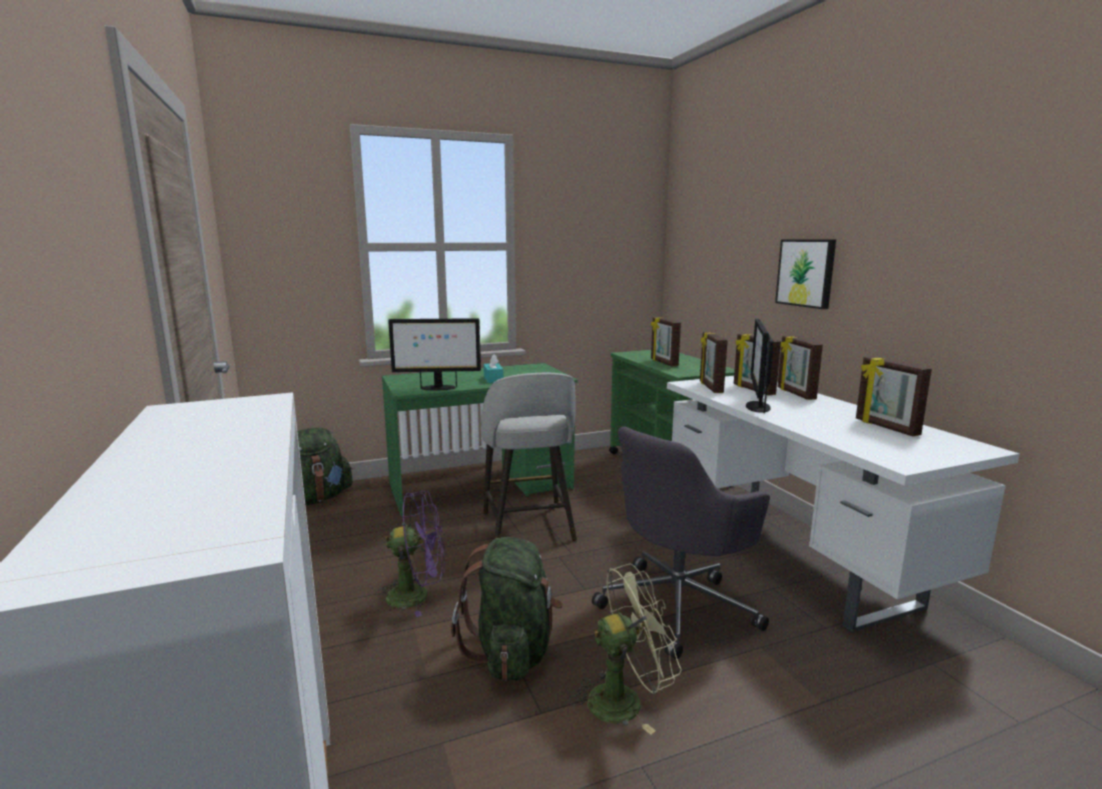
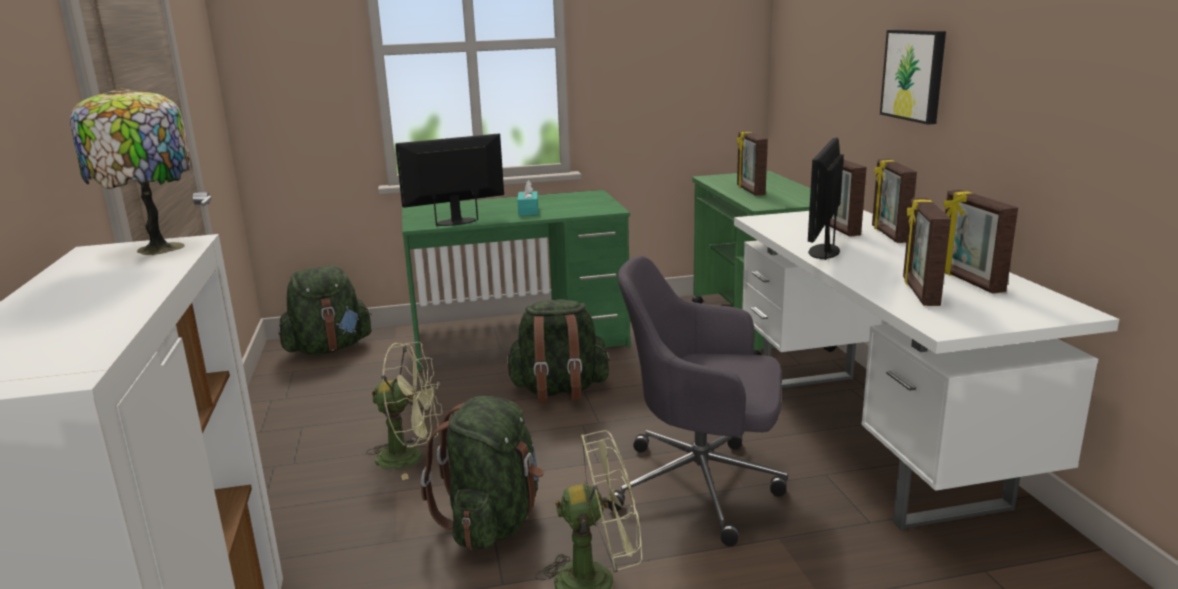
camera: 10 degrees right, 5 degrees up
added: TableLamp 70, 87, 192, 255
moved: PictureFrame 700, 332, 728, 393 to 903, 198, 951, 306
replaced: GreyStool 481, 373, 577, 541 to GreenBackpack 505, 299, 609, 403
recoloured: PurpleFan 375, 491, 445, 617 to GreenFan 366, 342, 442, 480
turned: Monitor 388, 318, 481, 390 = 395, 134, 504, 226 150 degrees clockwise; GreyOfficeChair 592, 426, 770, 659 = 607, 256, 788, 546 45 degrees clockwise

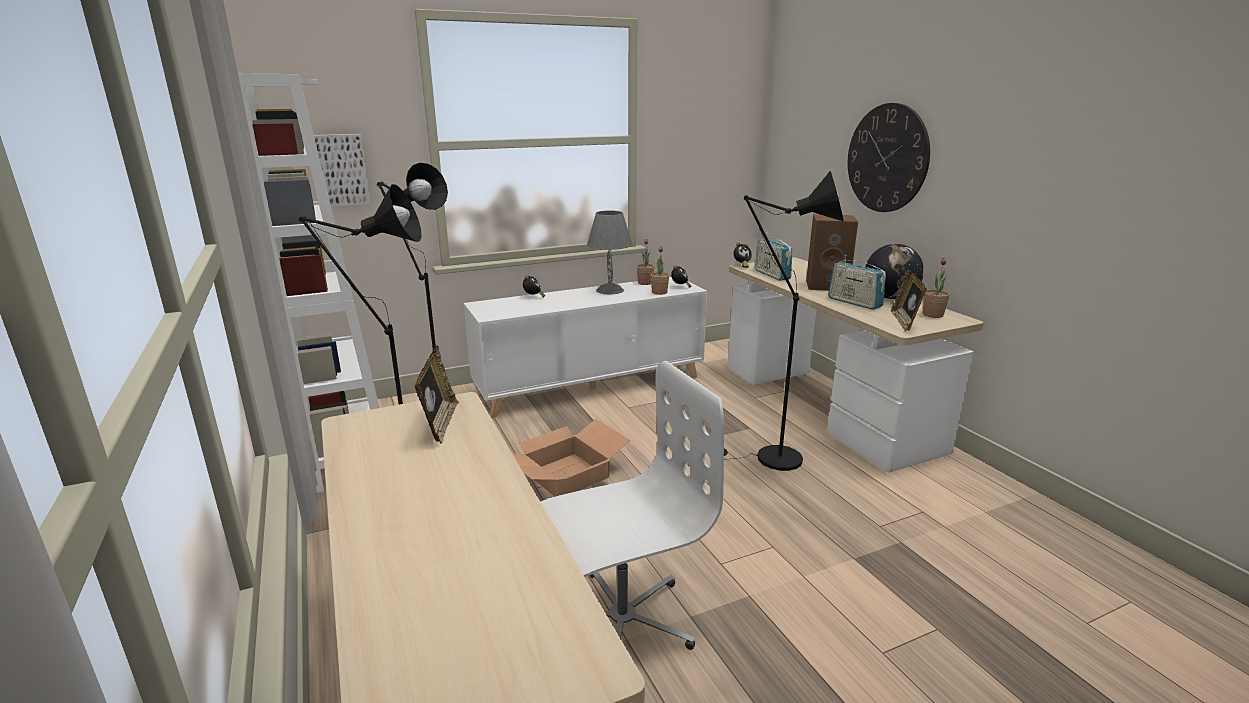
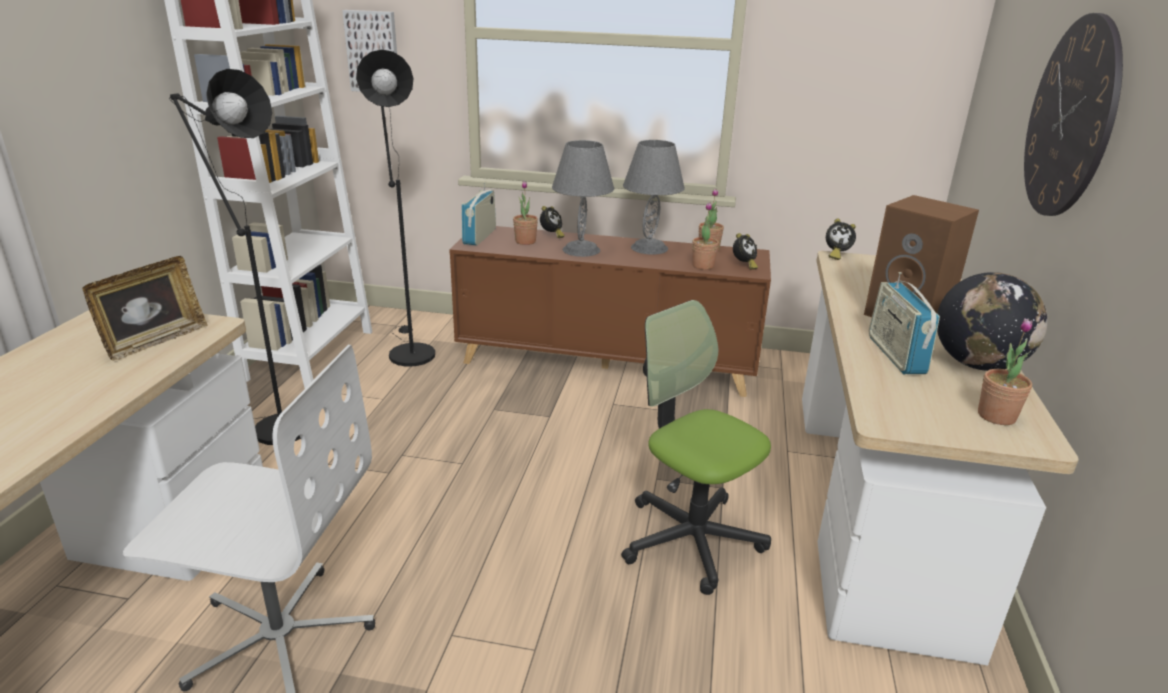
camera: 35 degrees right, 5 degrees up
removed: CardboardBox 513, 419, 630, 497; PictureFrame 891, 269, 927, 331
added: PottedPlant 513, 181, 538, 245; GreyTableLamp 552, 140, 614, 257
moved: Radio 755, 233, 793, 281 to 462, 182, 496, 246
replaced: BlackFloorLamp 724, 171, 844, 471 to OfficeChair 621, 300, 771, 595
recoloured: WhiteCabinet 464, 277, 707, 418 to BrownCabinet 449, 226, 771, 397

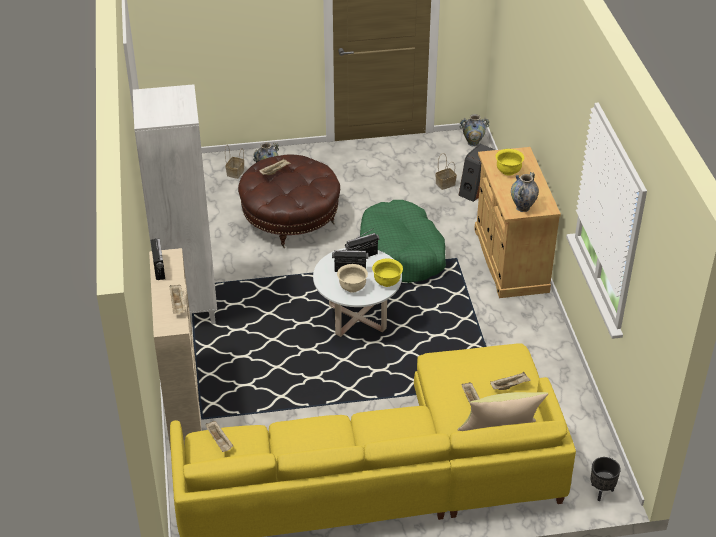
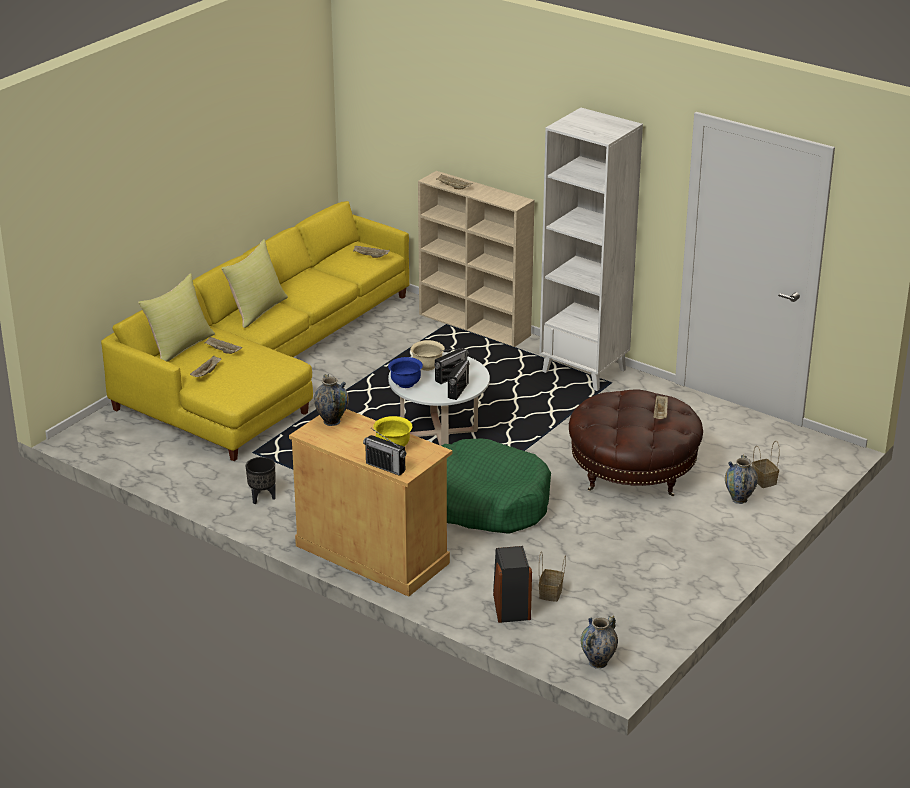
camera: 135 degrees right, 10 degrees down
added: YellowPillow 221, 239, 288, 328
moved: BlackPlanter 591, 457, 621, 501 to 246, 457, 276, 504; Radio 151, 238, 165, 280 to 363, 428, 406, 476
recoloured: YellowBowl 372, 259, 403, 287 to BlueBowl 388, 357, 423, 388

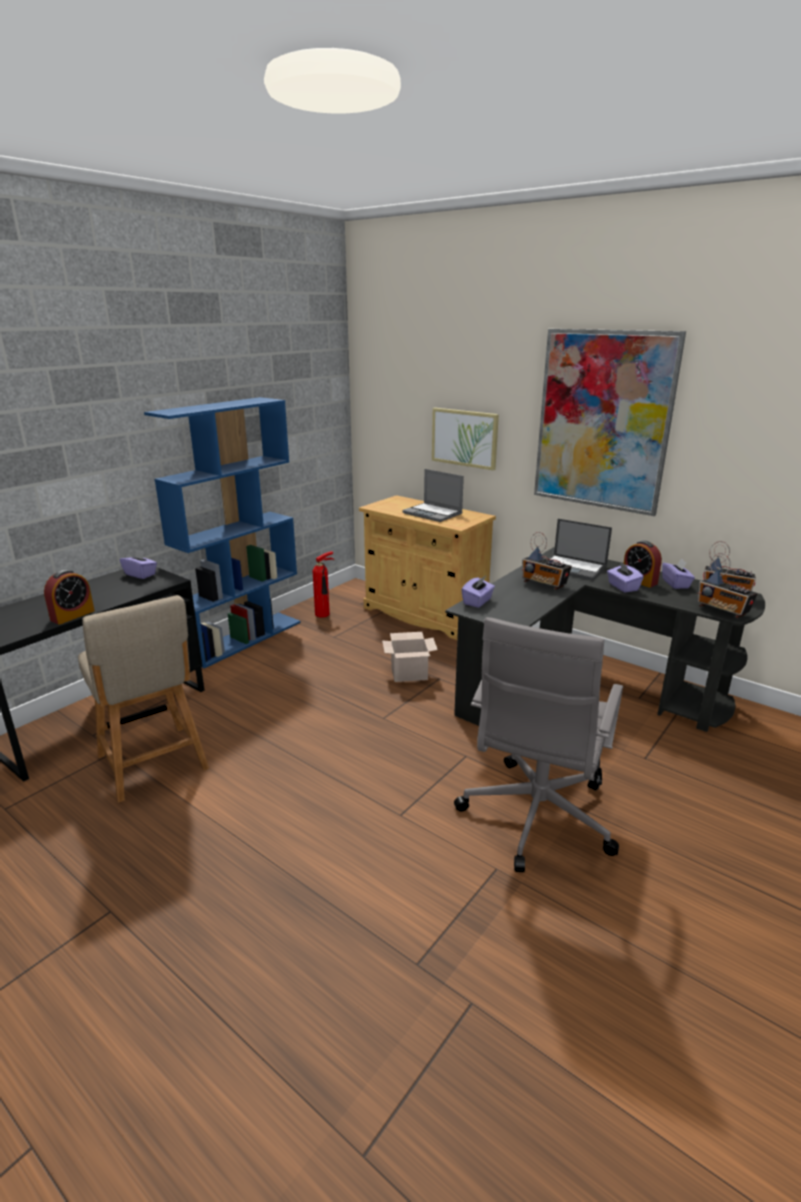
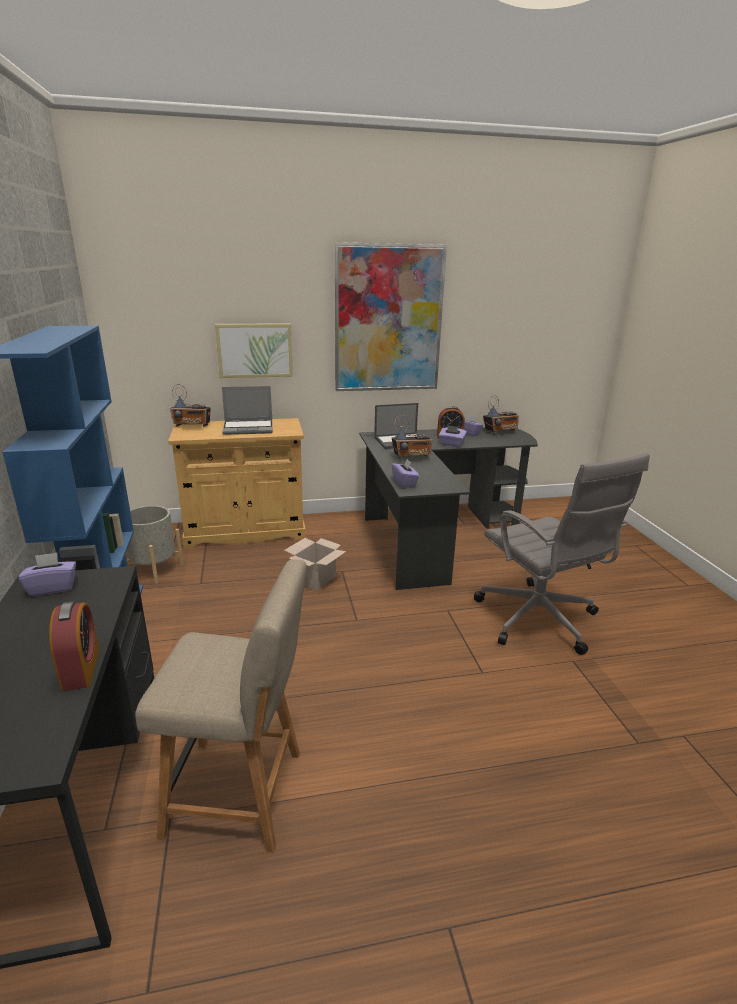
camera: 50 degrees left, 0 degrees up
moved: Radio 697, 553, 758, 618 to 170, 384, 211, 427
replaced: FireExtinguisher 313, 551, 334, 618 to GreyPlanter 127, 506, 184, 584

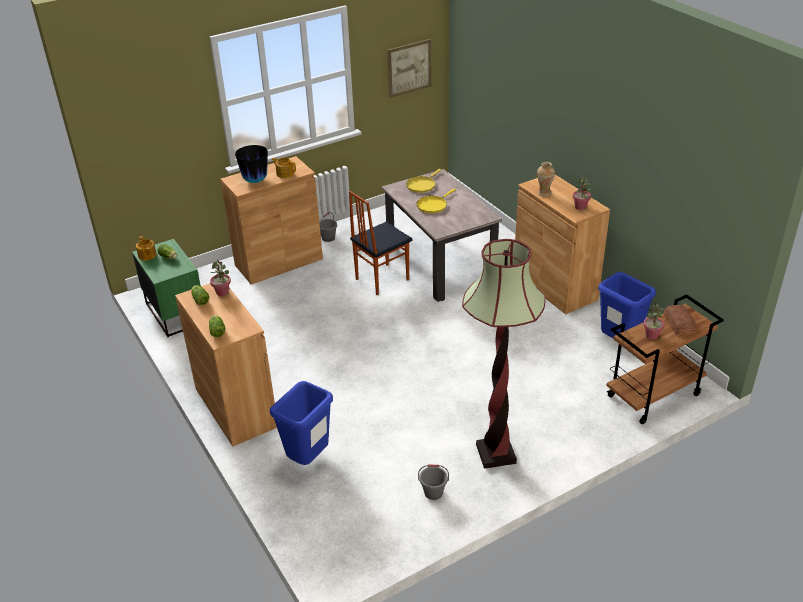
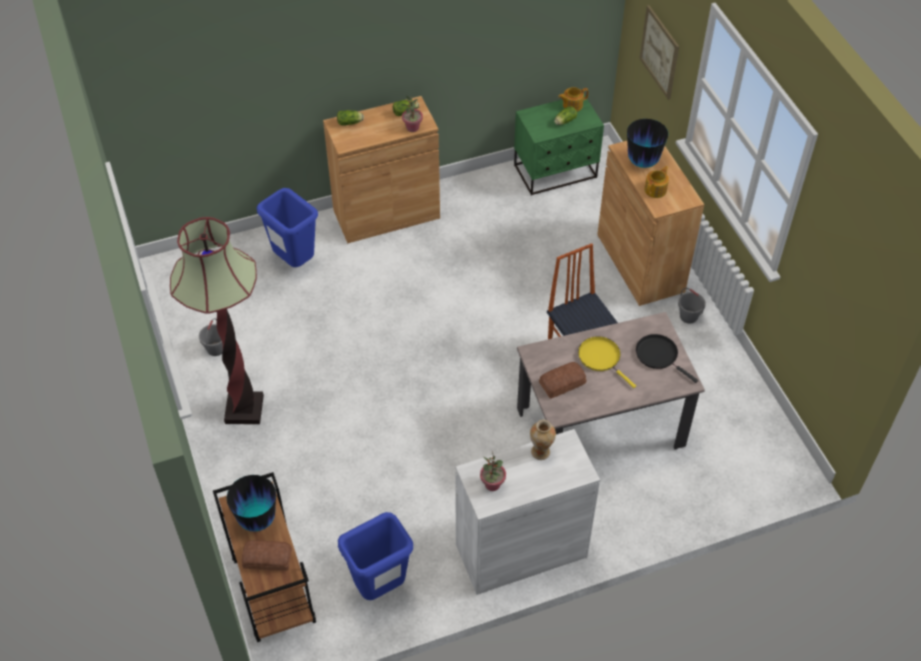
camera: 100 degrees right, 15 degrees up
added: Bread 539, 362, 587, 399
moved: Picture 387, 39, 432, 98 to 639, 5, 679, 100
replaced: PottedPlant 643, 302, 665, 340 to Vase 227, 475, 276, 532
recoloured: BrownCabinet 515, 175, 610, 315 to WhiteCabinet 455, 429, 600, 595; YellowFryingPan 406, 169, 441, 193 to BlackFryingPan 636, 334, 698, 383

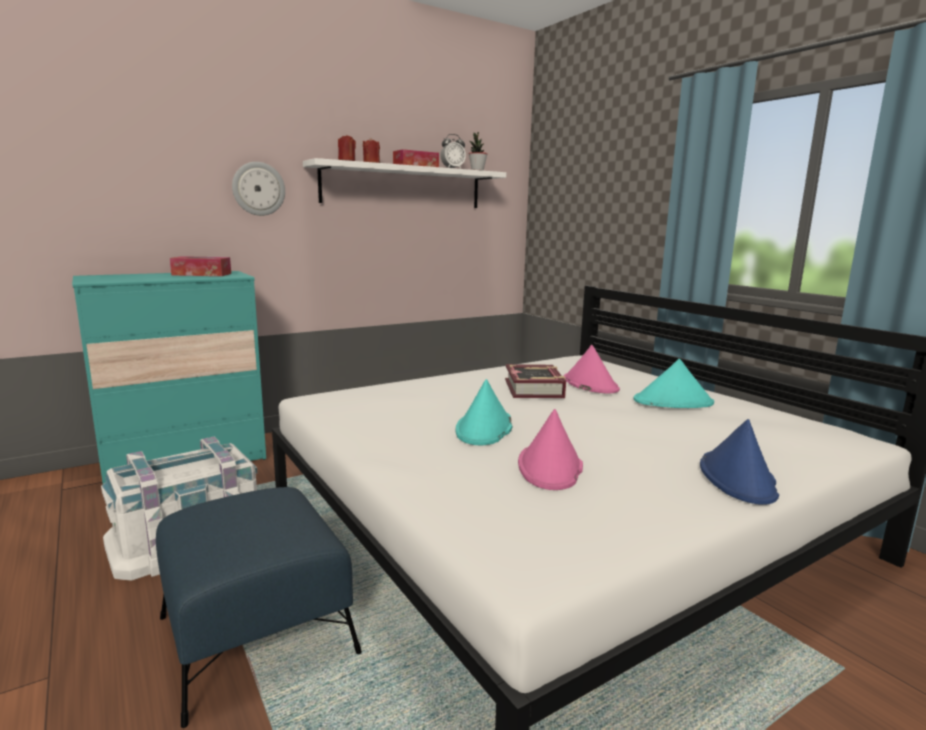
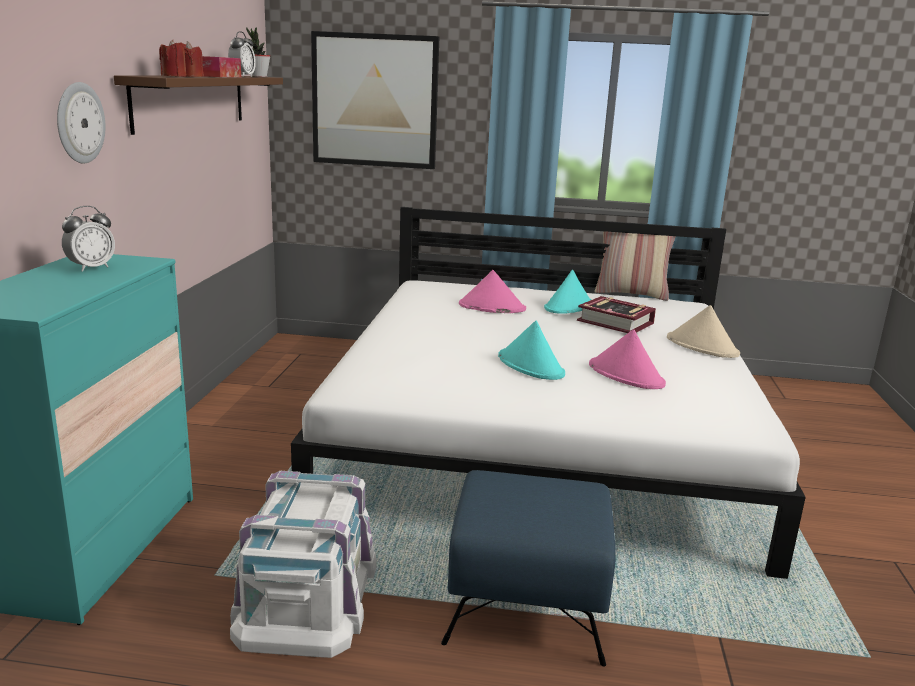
camera: 50 degrees left, 5 degrees up
added: Picture 311, 31, 439, 169; Pillow 594, 231, 676, 301
moved: Book 505, 364, 566, 398 to 577, 296, 656, 333
replaced: TissueBox 170, 256, 231, 276 to AlarmClock 62, 206, 115, 272
recoloured: WhiteShelf 303, 158, 506, 208 to BrownShelf 114, 75, 283, 135; BlueHat 700, 419, 779, 505 to BeigeHat 667, 305, 740, 358

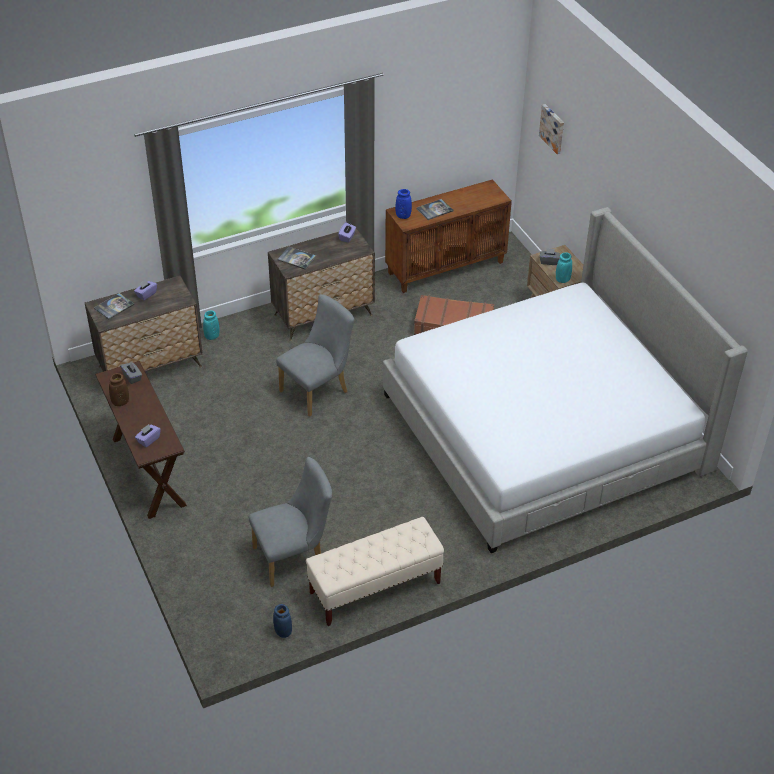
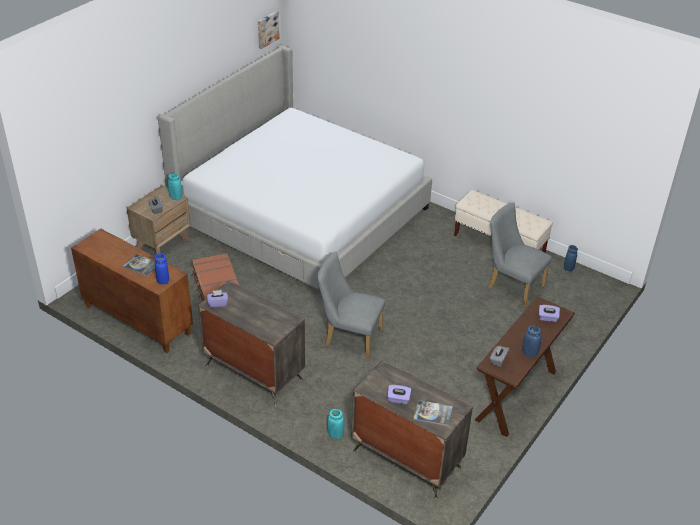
camera: 120 degrees left, 5 degrees down
removed: Book 278, 246, 316, 270
moved: Picture 539, 104, 564, 154 to 258, 11, 280, 49
recoloured: BrownVase 109, 373, 129, 406 to BlueVase 522, 325, 541, 357

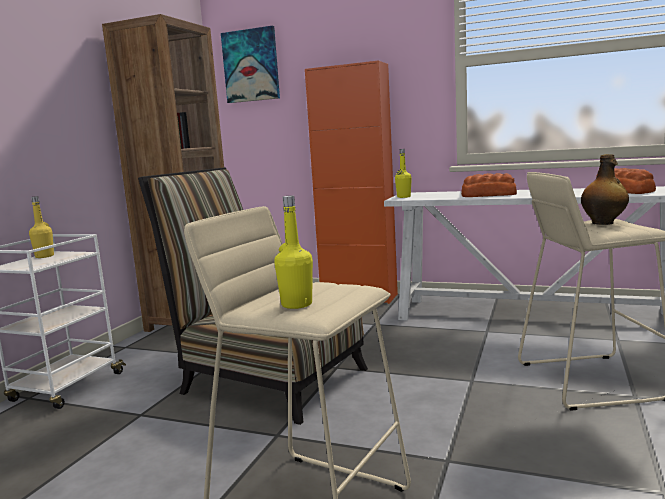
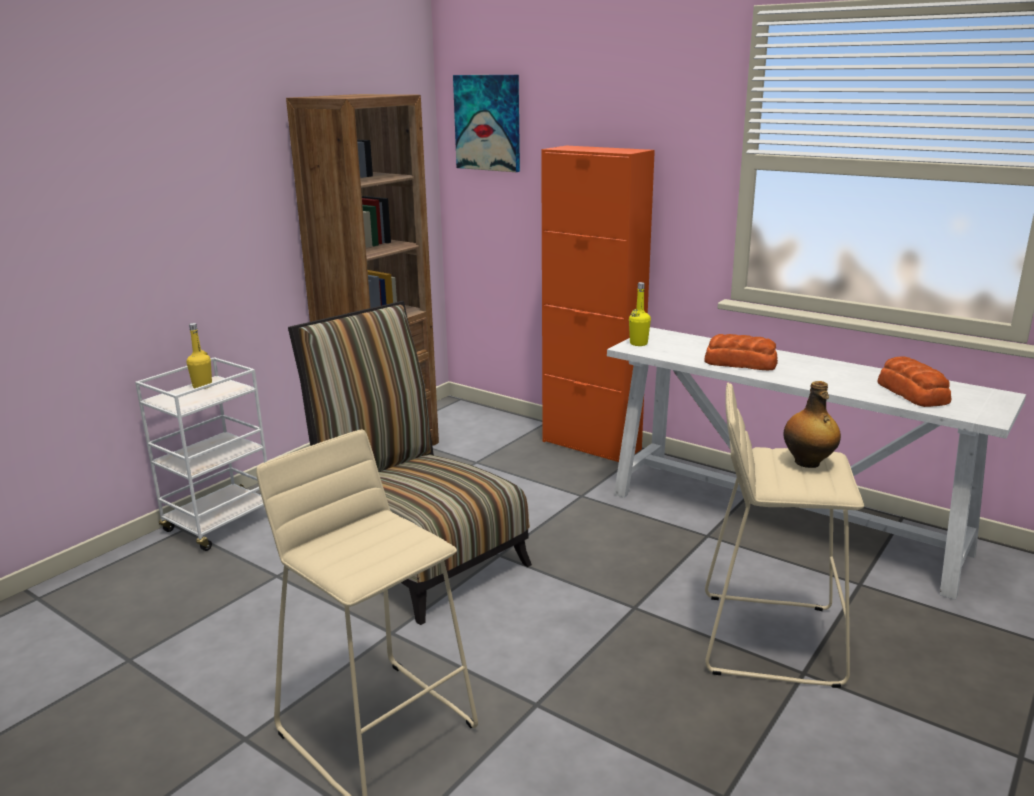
camera: 15 degrees right, 10 degrees up
removed: YellowBottle 274, 196, 313, 309

